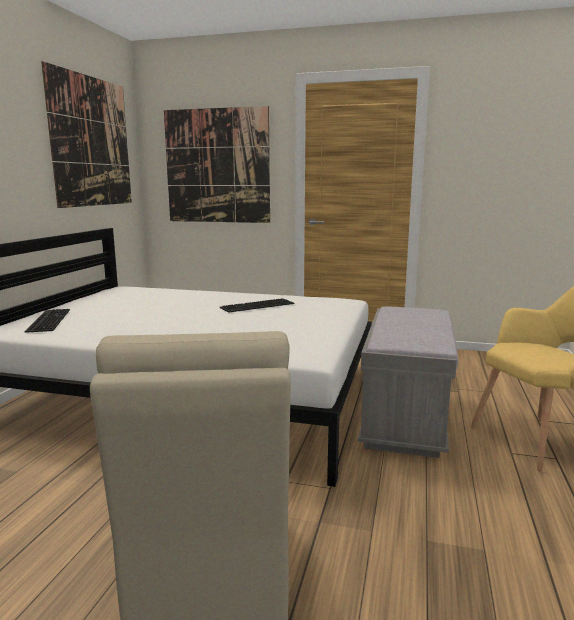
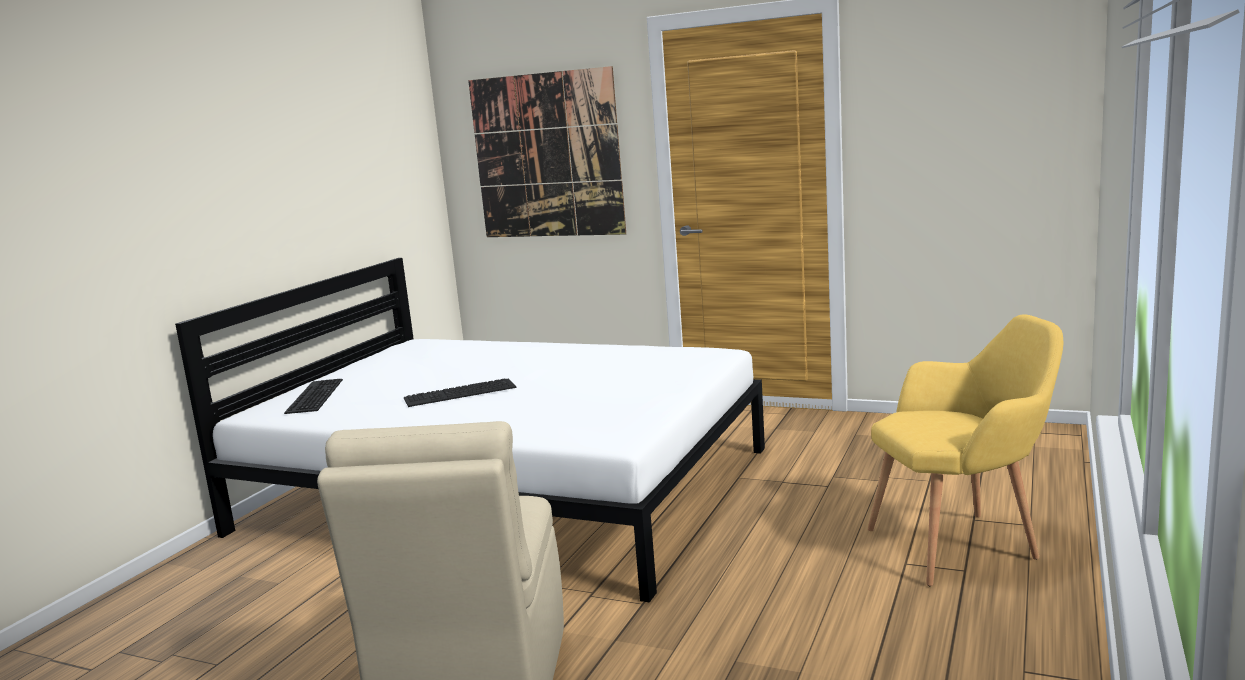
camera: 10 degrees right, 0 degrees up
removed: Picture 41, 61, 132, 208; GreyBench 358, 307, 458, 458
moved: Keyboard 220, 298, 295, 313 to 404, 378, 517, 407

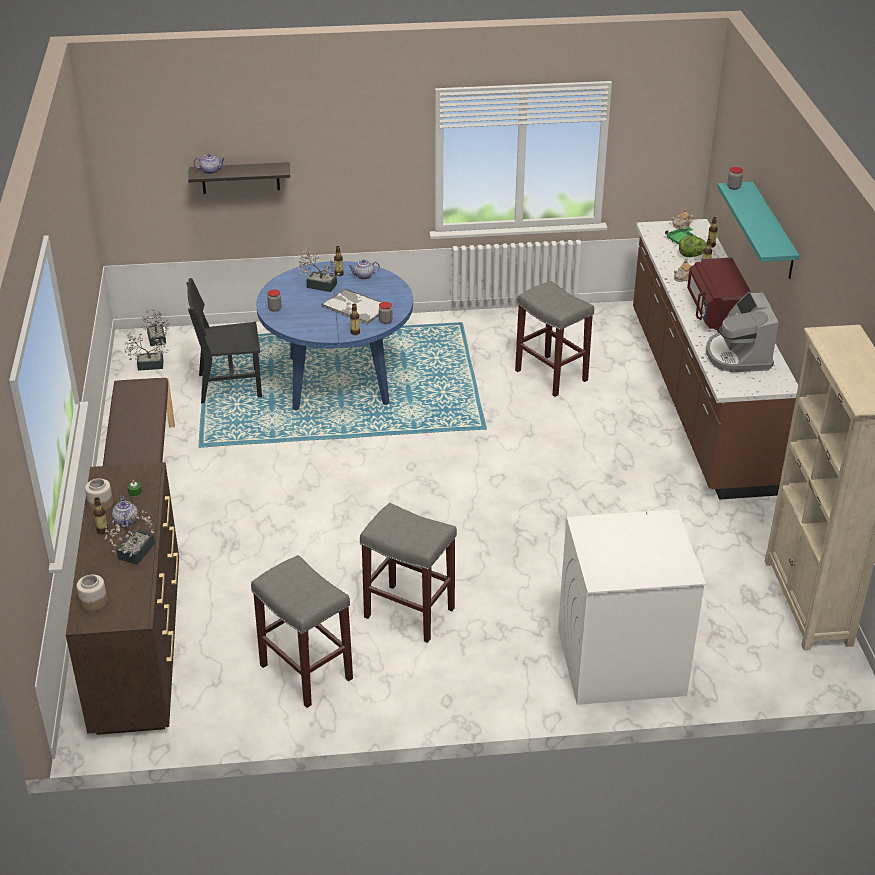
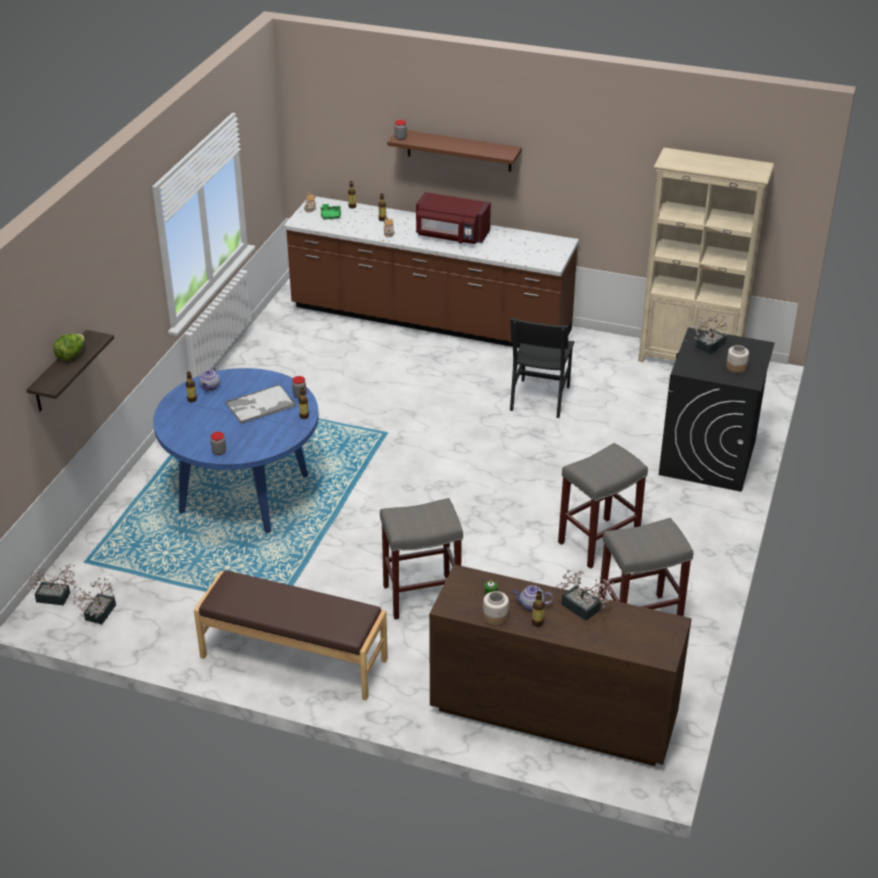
camera: 65 degrees left, 0 degrees up
removed: Teapot 193, 154, 225, 174; CoffeeMachine 706, 292, 779, 372
moved: Lettuce 679, 235, 712, 257 to 53, 334, 85, 361; GreyStool 515, 281, 594, 397 to 380, 498, 463, 620; BlackChair 186, 278, 262, 404 to 510, 317, 574, 418; PottedPlant 296, 247, 340, 292 to 691, 314, 728, 354; Jar 77, 574, 107, 611 to 726, 345, 749, 373
recoloured: TurquoiseShelf 717, 182, 800, 279 to BrownShelf 387, 130, 522, 172; WhiteWashingMachine 558, 509, 706, 705 to BlackWashingMachine 659, 328, 775, 492

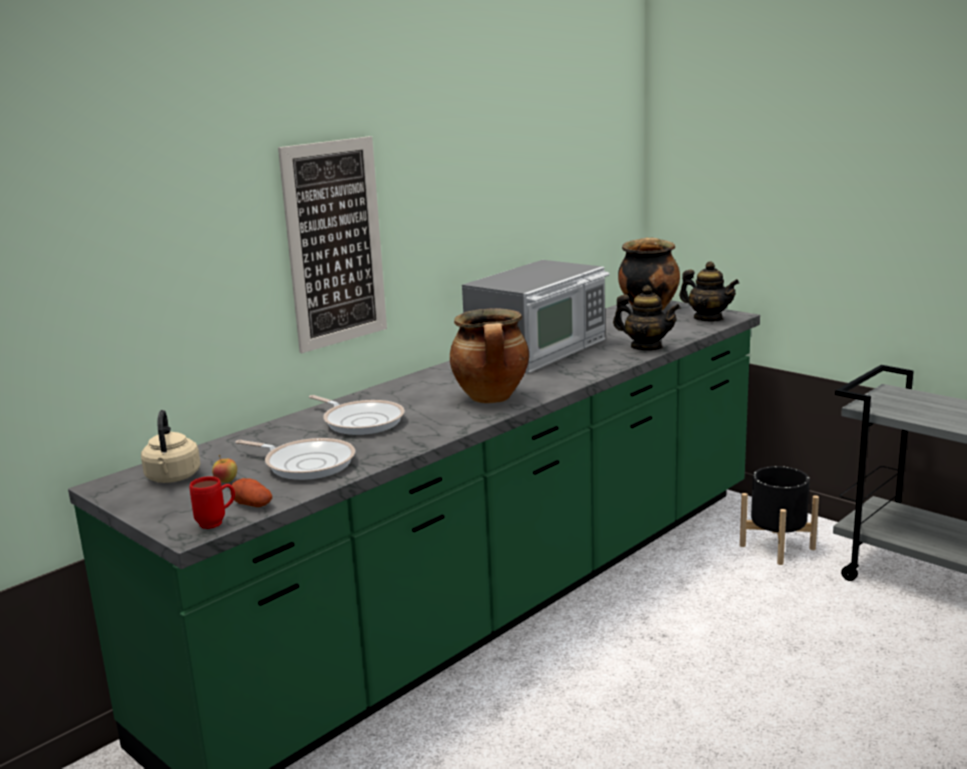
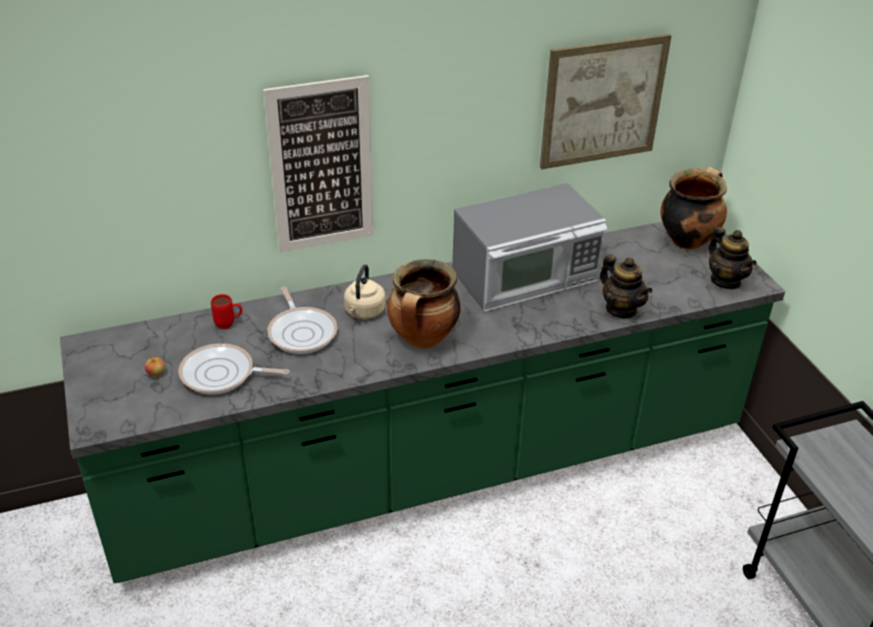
camera: 25 degrees right, 20 degrees up
removed: Potato 230, 478, 272, 507; BlackPlanter 740, 466, 819, 565
added: Picture 540, 34, 672, 169
moved: RedMug 190, 476, 235, 529 to 211, 294, 242, 329; BeigeKettle 141, 410, 200, 483 to 344, 264, 386, 319
turned: FryingPan 235, 438, 355, 480 = 179, 343, 289, 395 135 degrees clockwise

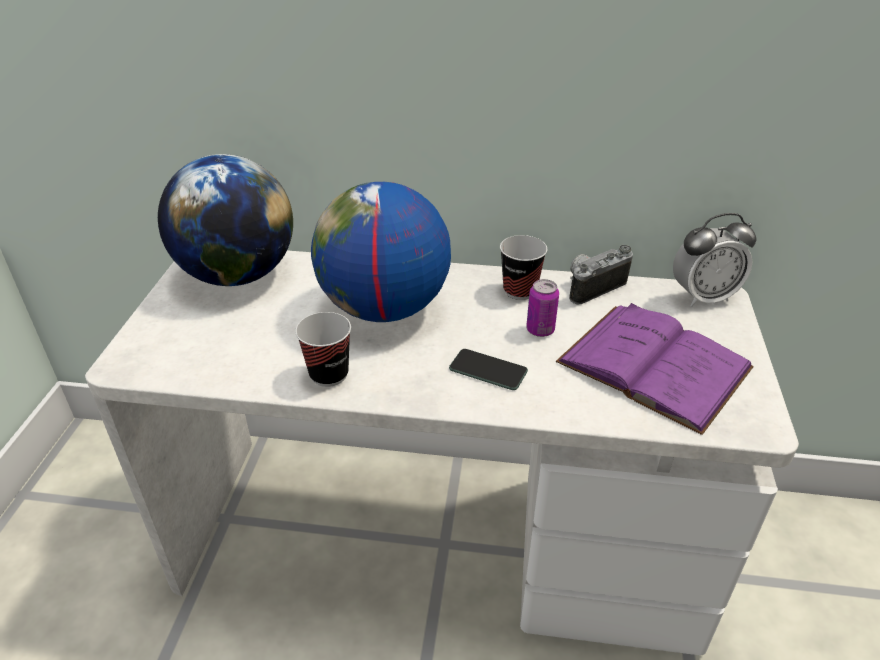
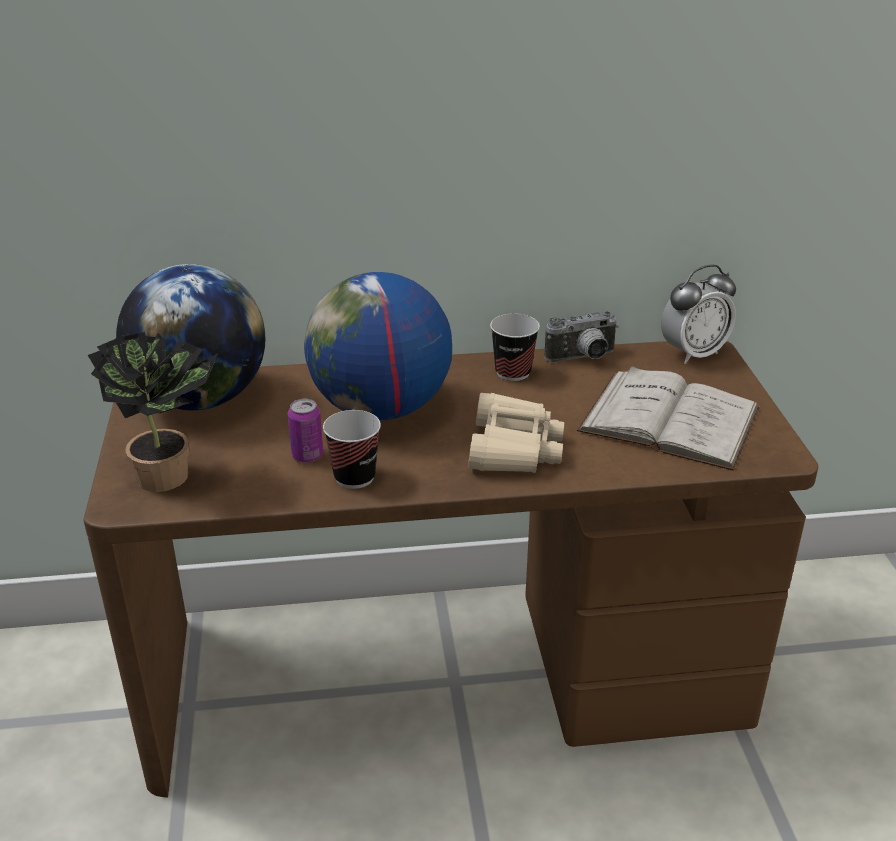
camera: 15 degrees left, 5 degrees down
added: PottedPlant 88, 332, 218, 492
moved: Can 526, 279, 559, 337 to 288, 399, 323, 463
replaced: Phone 449, 349, 528, 390 to BeigeBinoculars 468, 393, 564, 473
recoloured: WhiteDesk 85, 251, 799, 655 to BrownDesk 84, 341, 818, 797; PurpleBook 556, 303, 754, 435 to WhiteBook 577, 366, 760, 471
turned: PhotoCamera 569, 245, 633, 305 = 545, 311, 618, 362 150 degrees counterclockwise

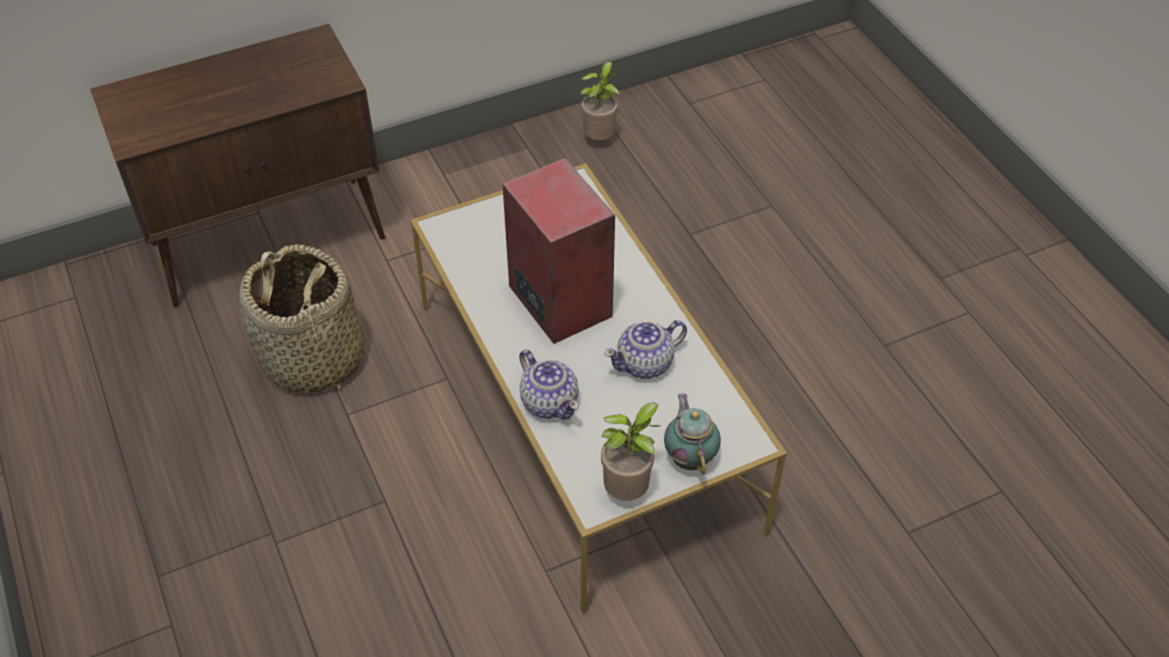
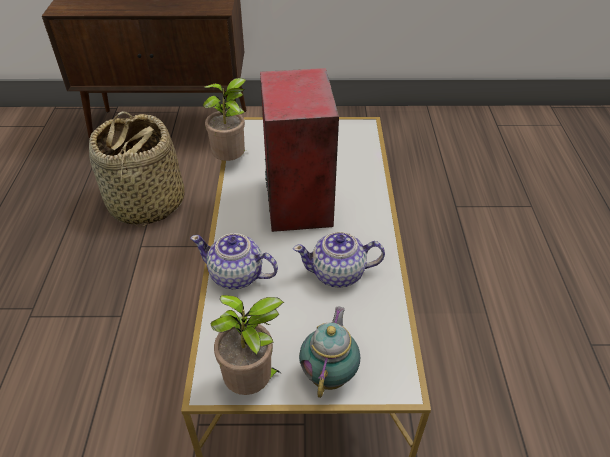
camera: 25 degrees right, 5 degrees down
moved: PottedPlant 580, 62, 620, 140 to 203, 78, 246, 161
turned: Teapot 519, 350, 579, 420 = 190, 233, 278, 289 120 degrees clockwise

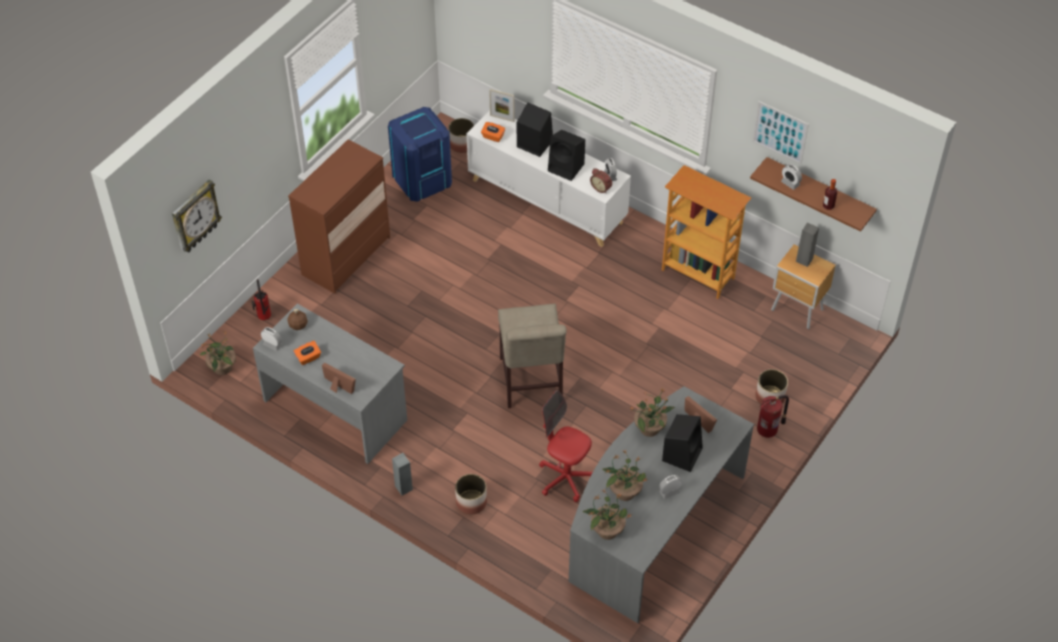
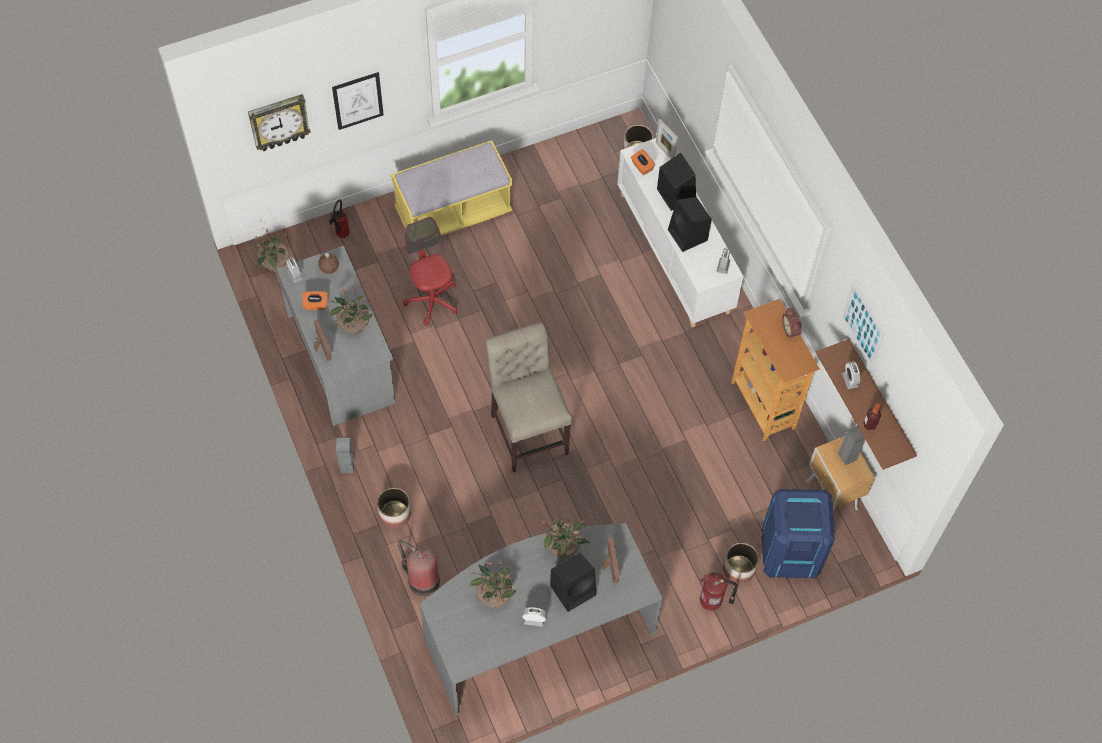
camera: 30 degrees right, 10 degrees up
added: Picture 332, 72, 384, 130; FireExtinguisher 398, 540, 440, 596
moved: PottedPlant 582, 489, 633, 540 to 329, 287, 373, 335; RedOfficeChair 539, 390, 593, 502 to 403, 217, 458, 326; BlueTrashCan 388, 107, 452, 202 to 762, 489, 835, 578; AlarmClock 590, 168, 612, 194 to 782, 307, 802, 339
replaced: BrownDresser 288, 139, 390, 294 to YellowBench 391, 140, 512, 236
turned: BeigeChair 498, 304, 567, 408 = 485, 322, 572, 472 135 degrees clockwise

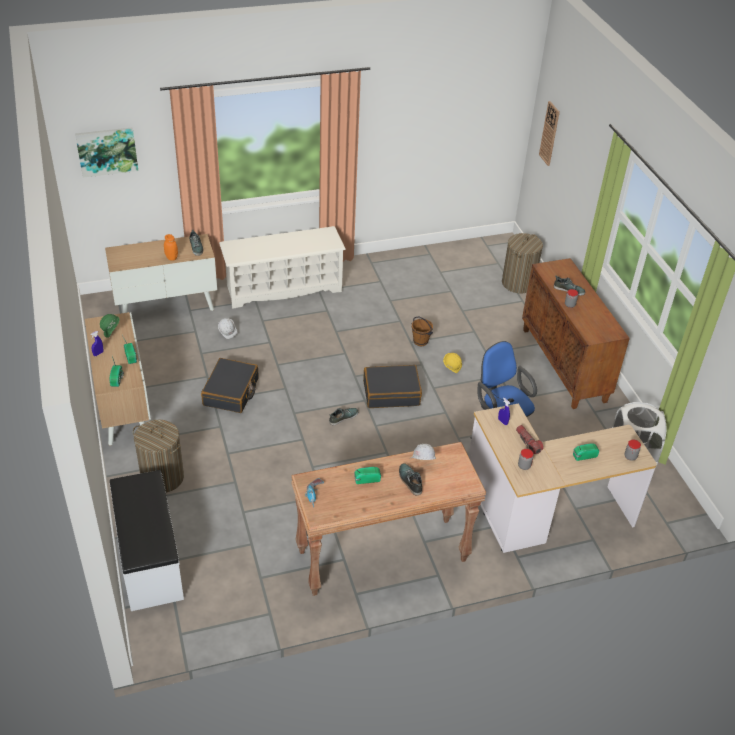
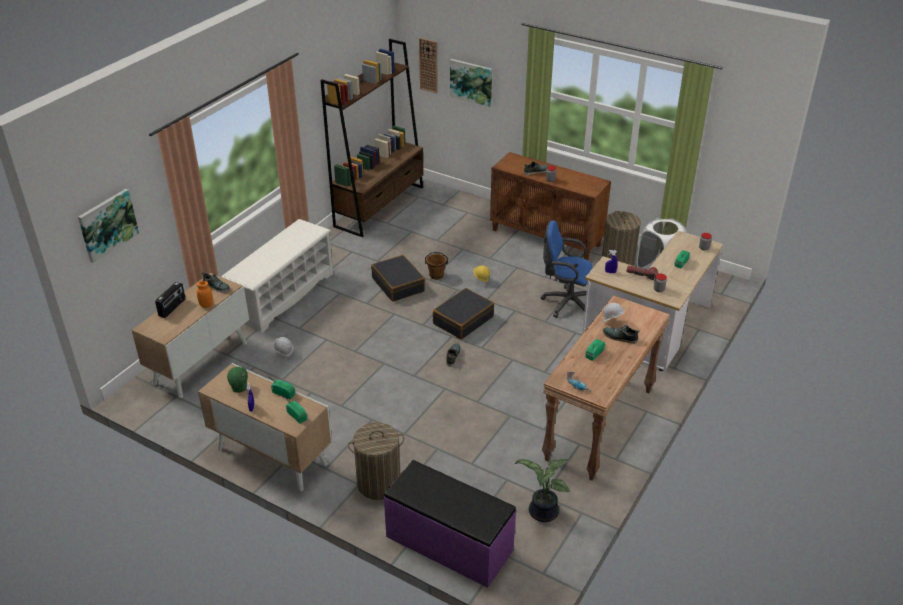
camera: 40 degrees left, 5 degrees down
added: Radio 155, 282, 185, 318; BrownBookcase 320, 39, 424, 237; Picture 450, 59, 492, 107; PottedPlant 515, 459, 570, 522
moved: BlackSuitcase 201, 358, 259, 413 to 371, 255, 425, 302; LaundryBasket 502, 233, 543, 293 to 602, 211, 641, 266
recoloured: WhiteBench 110, 470, 184, 611 to PurpleBench 384, 460, 517, 588

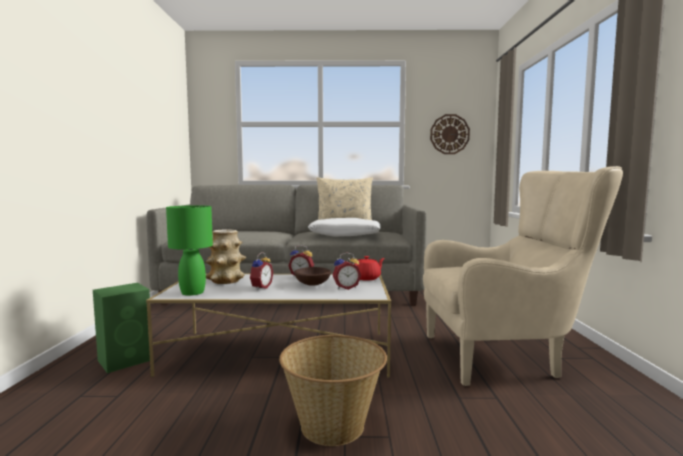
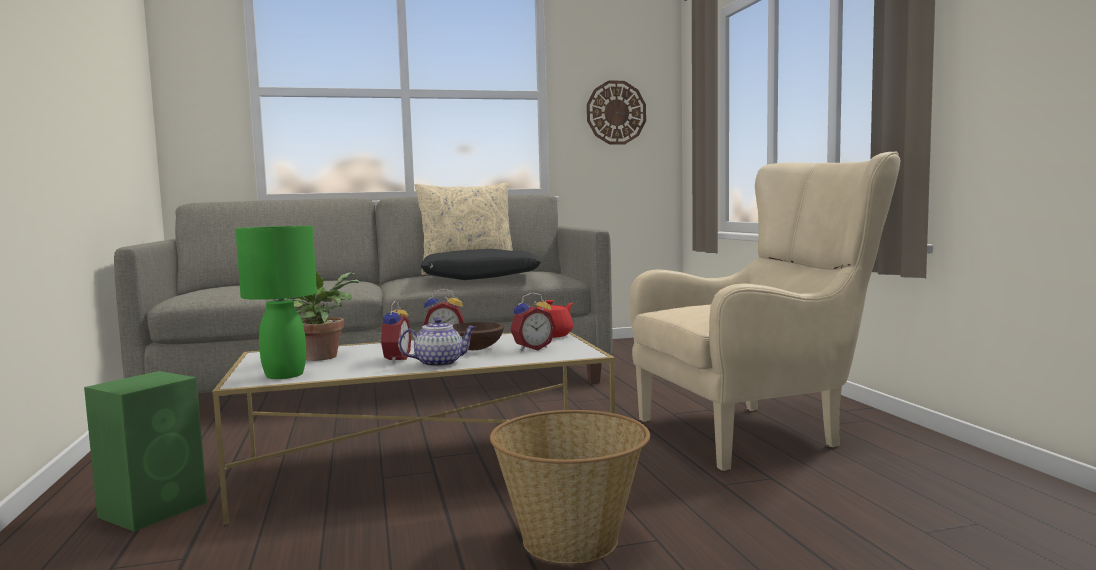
camera: 15 degrees left, 0 degrees up
added: Teapot 398, 317, 476, 367
replaced: Vase 206, 229, 246, 284 to PottedPlant 286, 271, 359, 361
recoloured: WhitePillow 308, 218, 381, 237 to BlackPillow 420, 249, 541, 280

